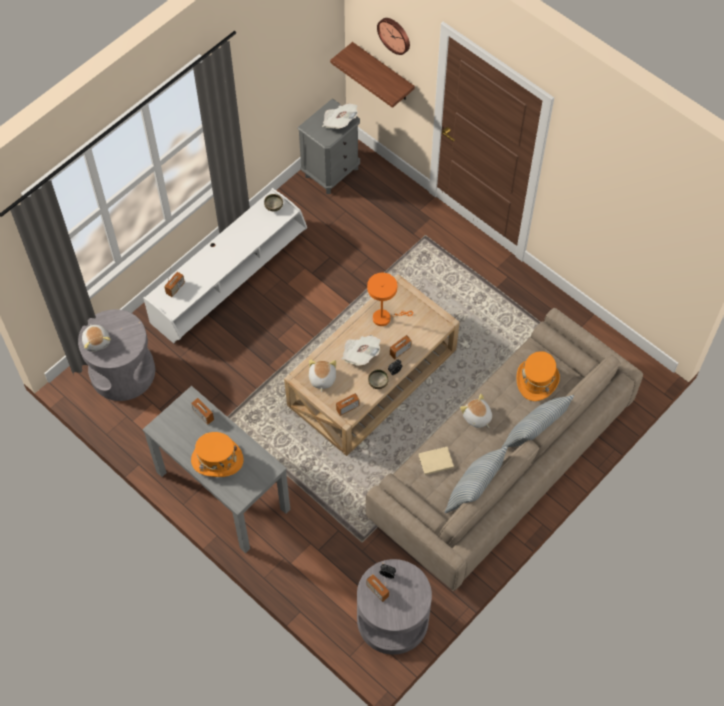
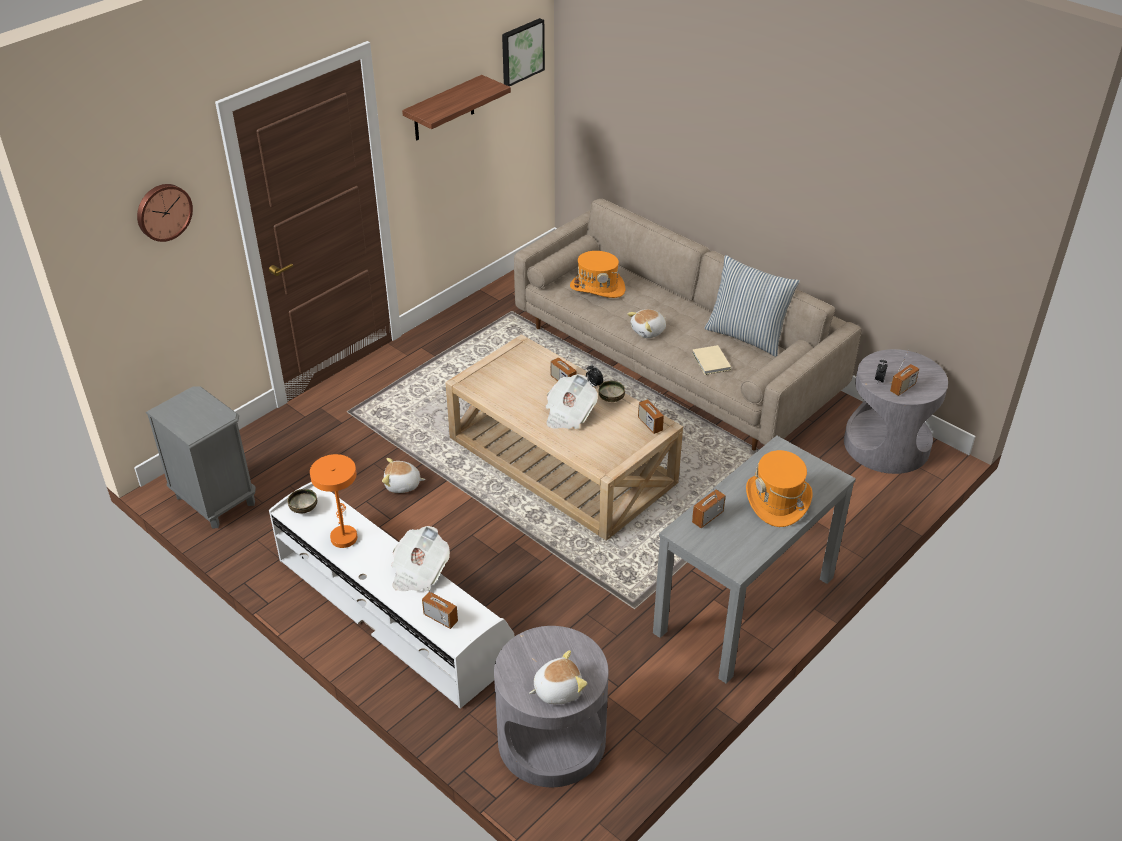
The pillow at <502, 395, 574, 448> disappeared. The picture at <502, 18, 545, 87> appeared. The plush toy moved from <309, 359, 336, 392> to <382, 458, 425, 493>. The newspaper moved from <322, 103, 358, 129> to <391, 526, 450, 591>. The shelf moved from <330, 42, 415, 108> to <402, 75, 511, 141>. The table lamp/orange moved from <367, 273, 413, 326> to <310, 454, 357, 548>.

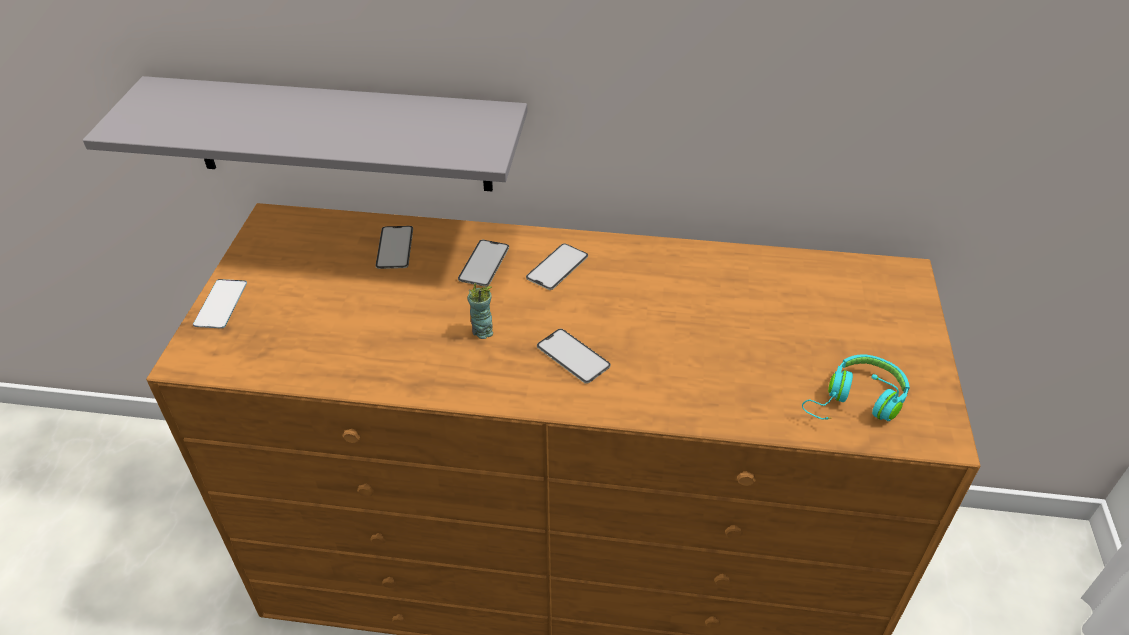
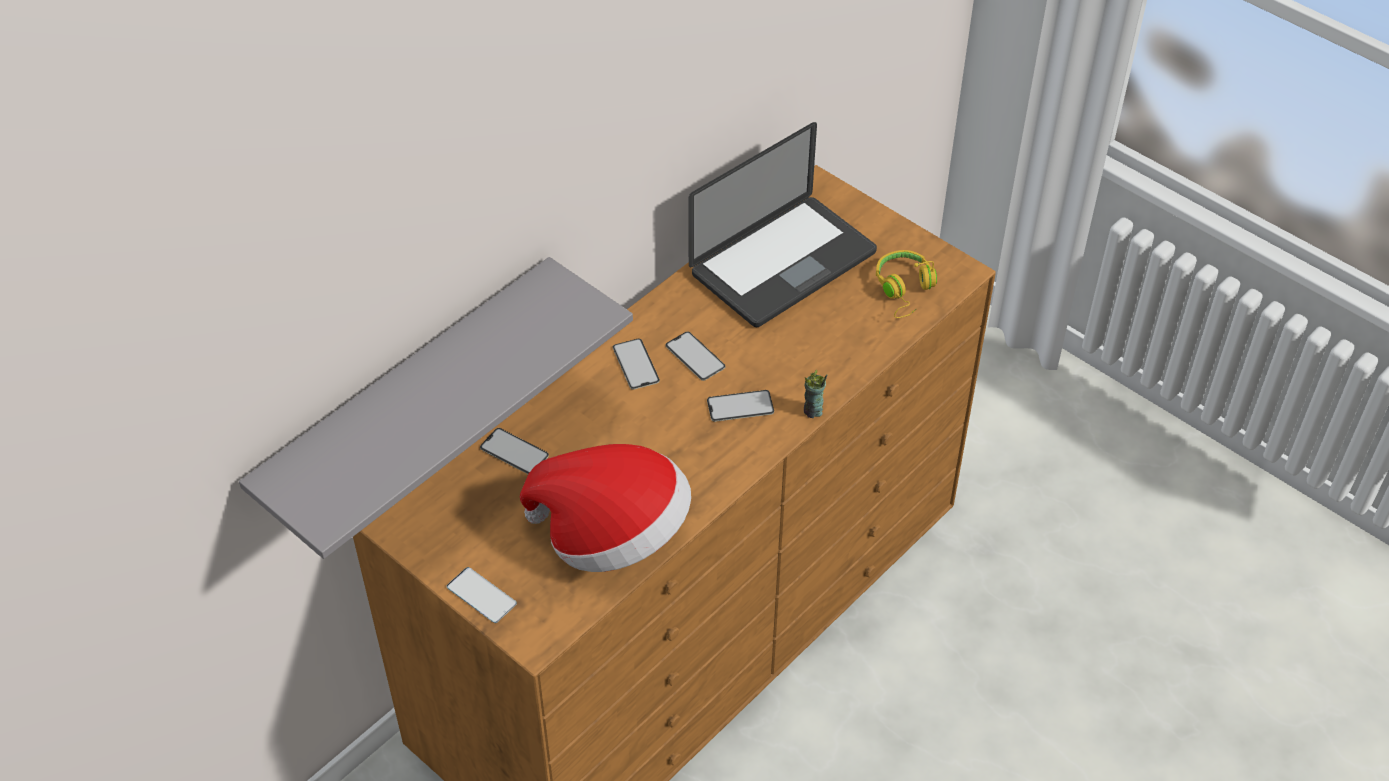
The hat at <520, 444, 691, 572> appeared. The laptop at <688, 122, 877, 327> appeared. The phone moved from <458, 240, 509, 287> to <666, 331, 725, 381>. The cup moved from <467, 283, 493, 339> to <804, 370, 827, 418>. The headphones/turquoise at <802, 354, 910, 421> became the headphones/yellow at <876, 250, 937, 318>.

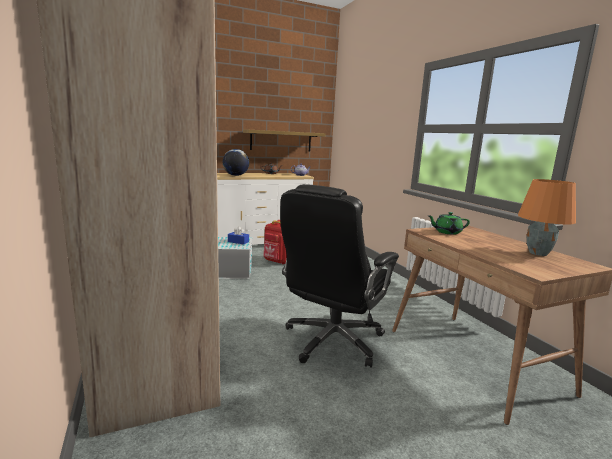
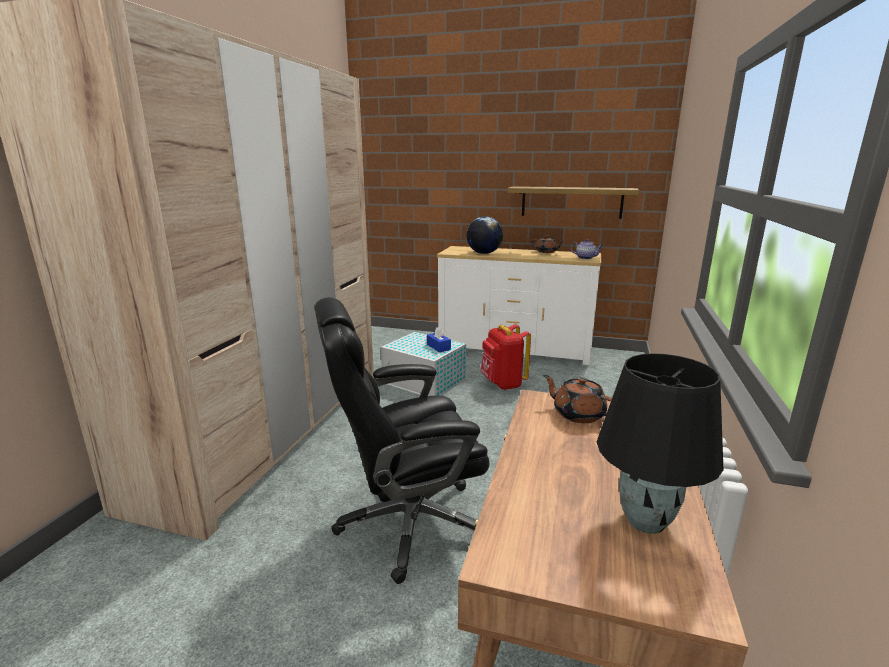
The teapot/green at <427, 212, 470, 235> became the teapot/brown at <543, 375, 612, 423>. The table lamp/orange at <518, 179, 576, 256> became the table lamp/black at <597, 353, 723, 534>.

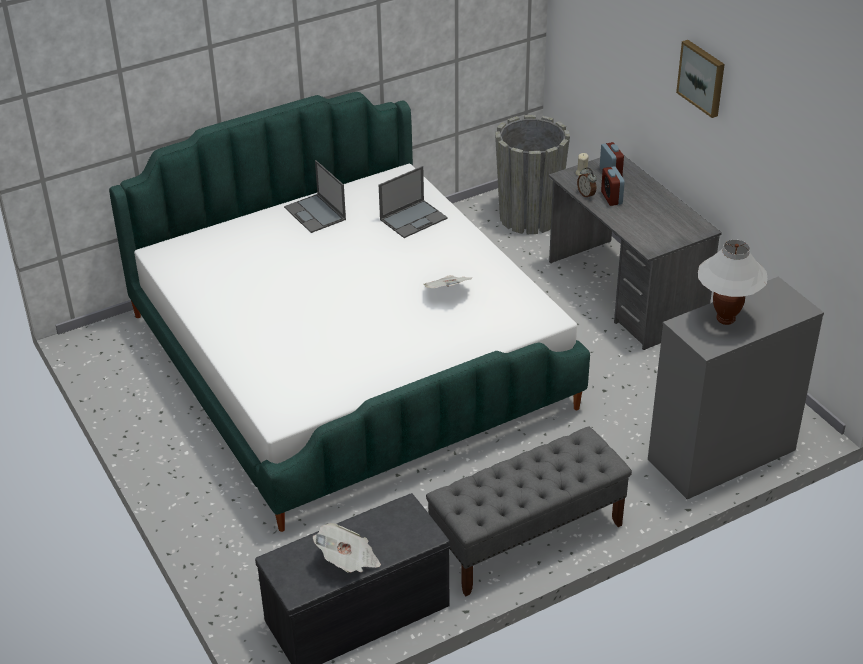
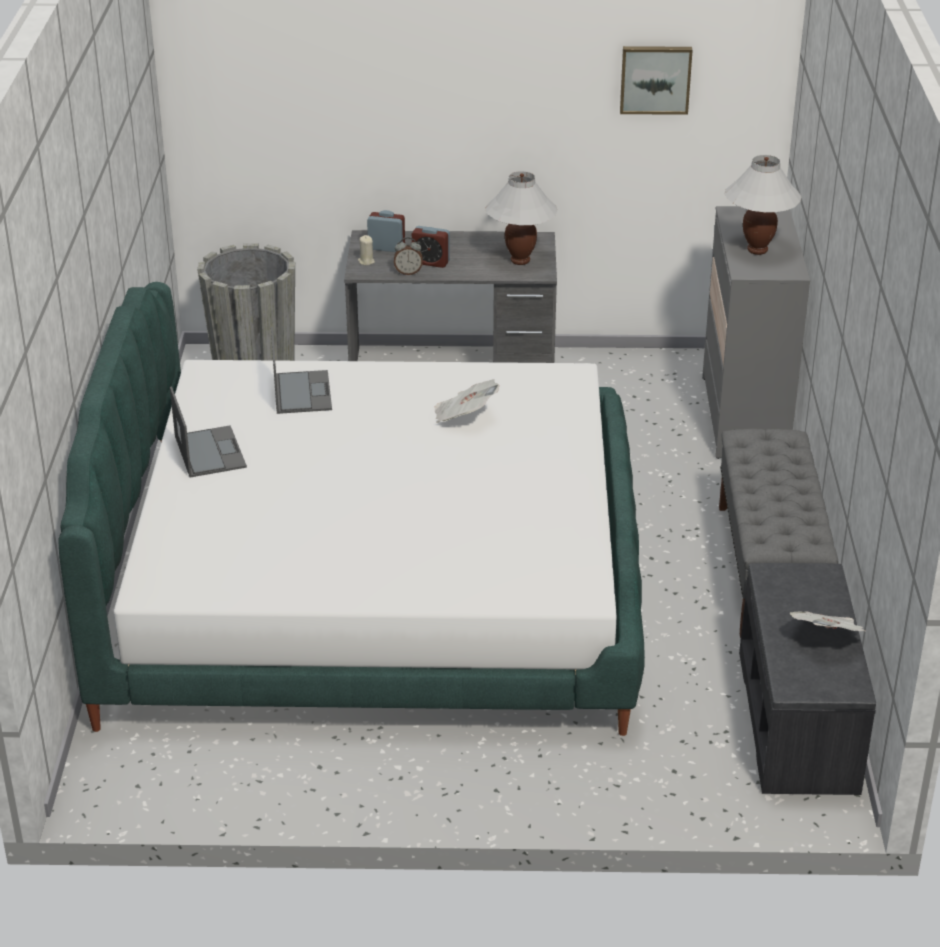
The table lamp/white at <485, 171, 557, 265> appeared. The picture moved from <676, 40, 725, 118> to <620, 46, 693, 115>. The laptop at <284, 160, 346, 233> turned 105 degrees counterclockwise.

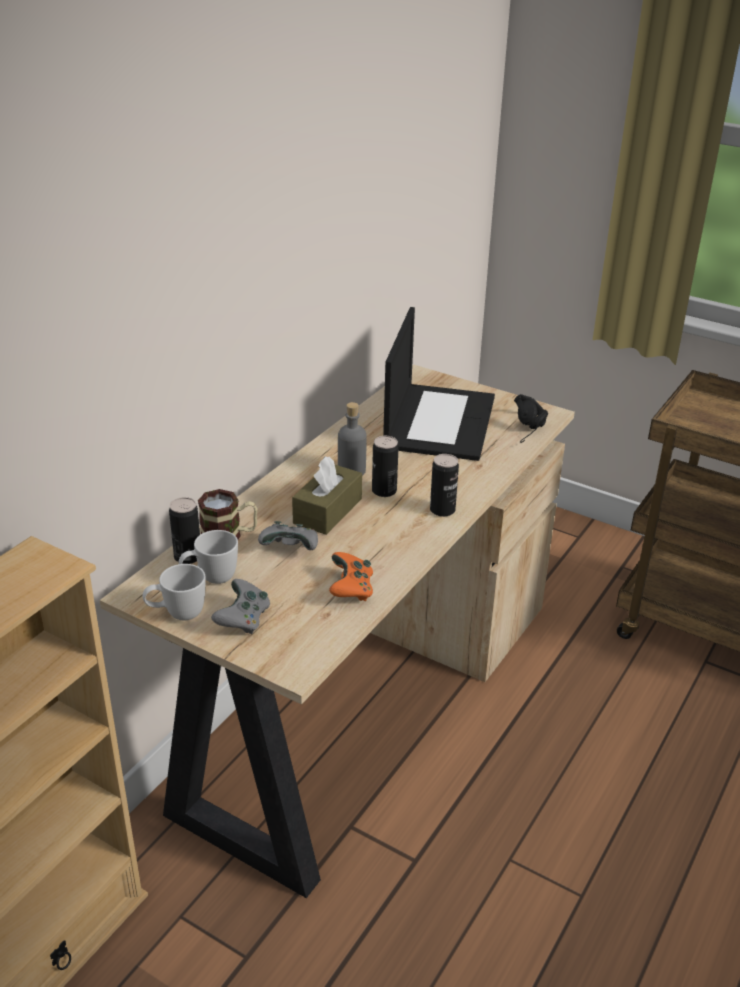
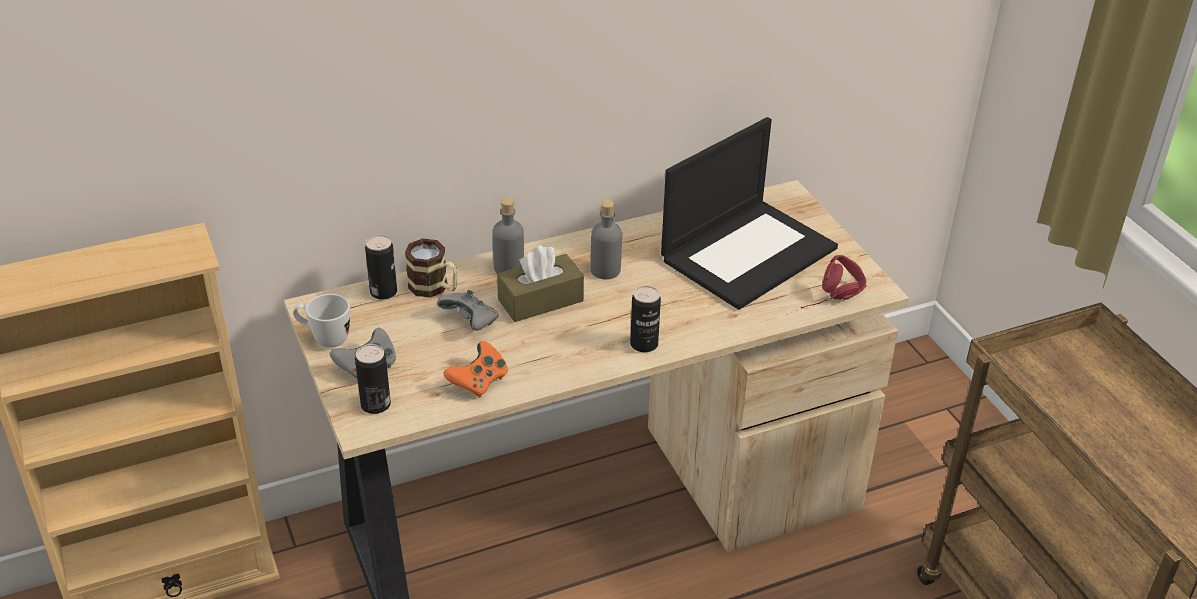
The mug/white at <179, 530, 238, 584> disappeared. The bottle/grey at <493, 198, 524, 273> appeared. The can moved from <372, 436, 399, 497> to <355, 344, 391, 414>. The headphones/black at <514, 394, 548, 443> became the headphones/red at <801, 255, 867, 308>.

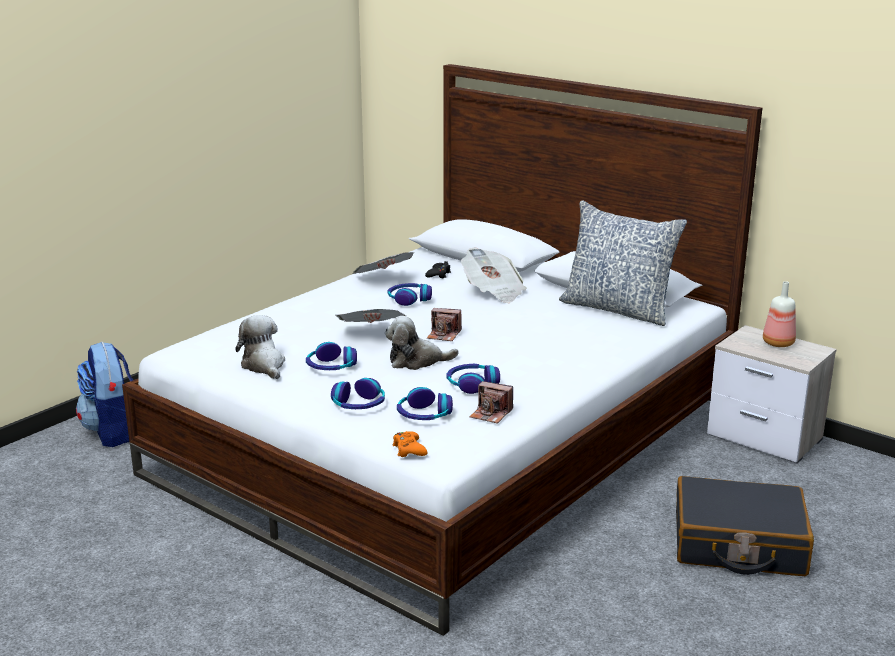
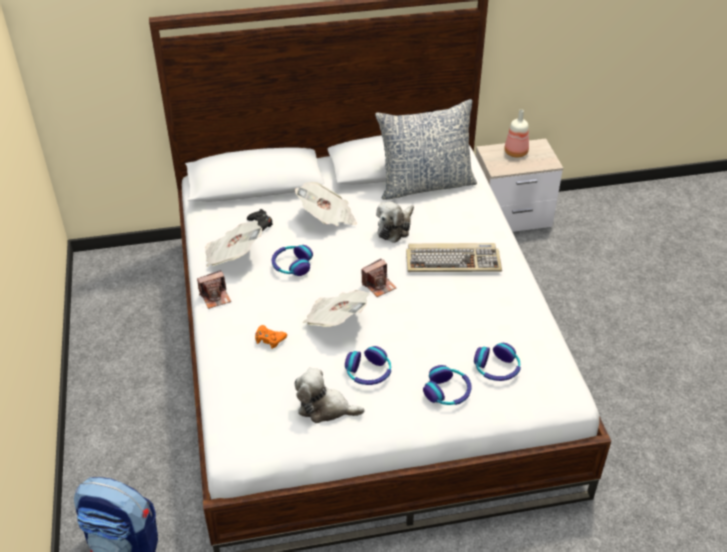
The headphones at <447, 364, 500, 394> disappeared. The suitcase/black at <676, 476, 814, 576> disappeared. The keyboard at <406, 243, 502, 272> appeared. The plush toy moved from <385, 316, 459, 370> to <376, 202, 414, 243>. The game controller/orange moved from <392, 431, 428, 457> to <255, 325, 287, 349>. The photo camera moved from <470, 381, 513, 423> to <197, 270, 231, 309>.

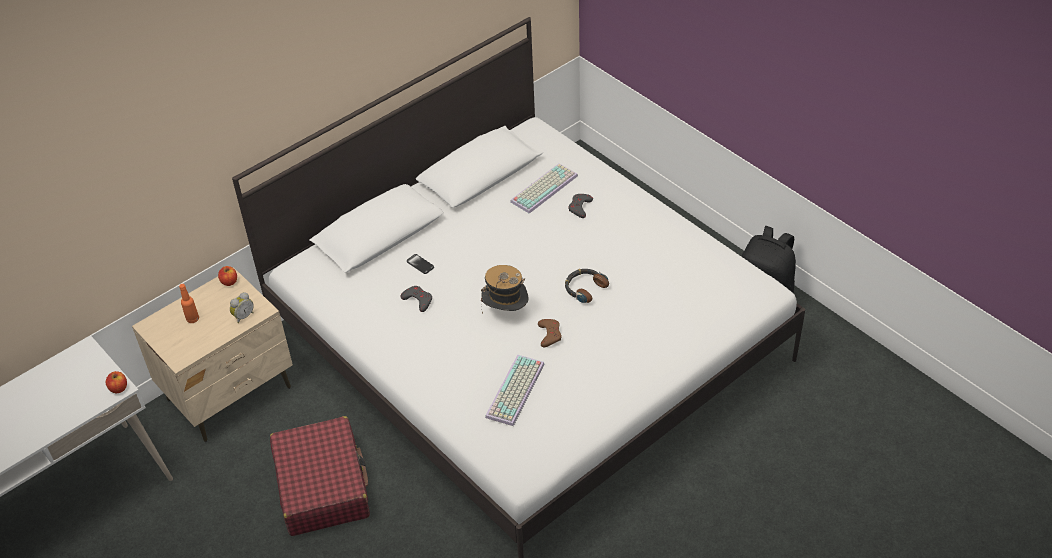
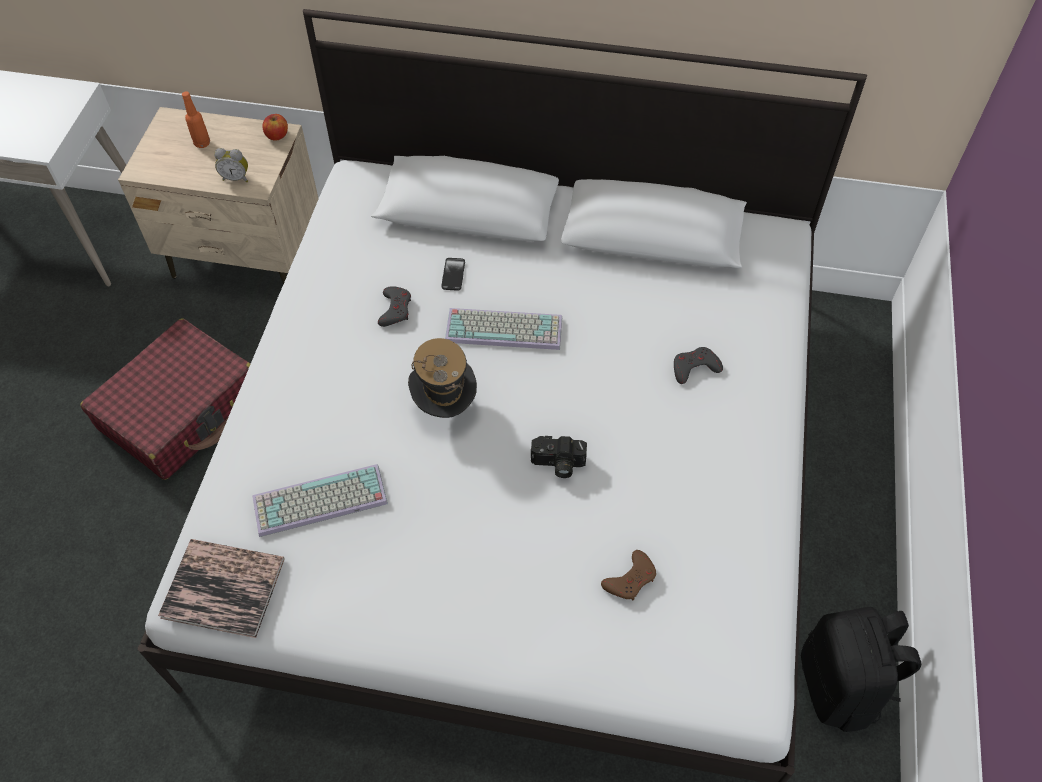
The apple at <106, 371, 127, 393> disappeared. The book at <158, 539, 284, 638> appeared. The keyboard moved from <510, 163, 578, 214> to <445, 308, 562, 350>. The game controller/brown moved from <538, 319, 561, 347> to <601, 550, 656, 600>. The headphones at <565, 269, 609, 303> was replaced by the photo camera at <531, 436, 587, 478>.

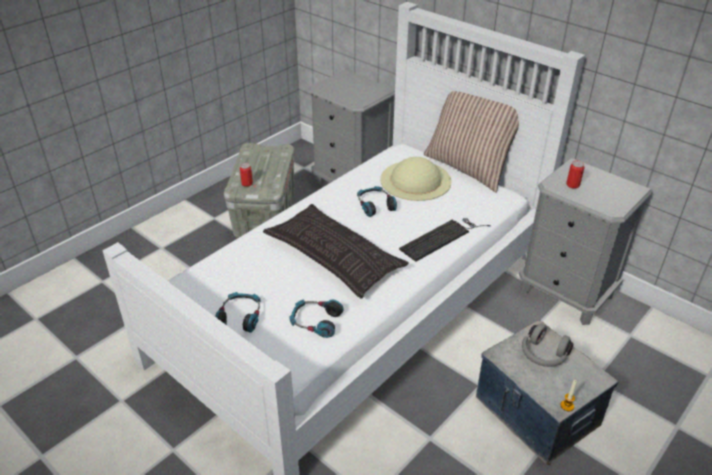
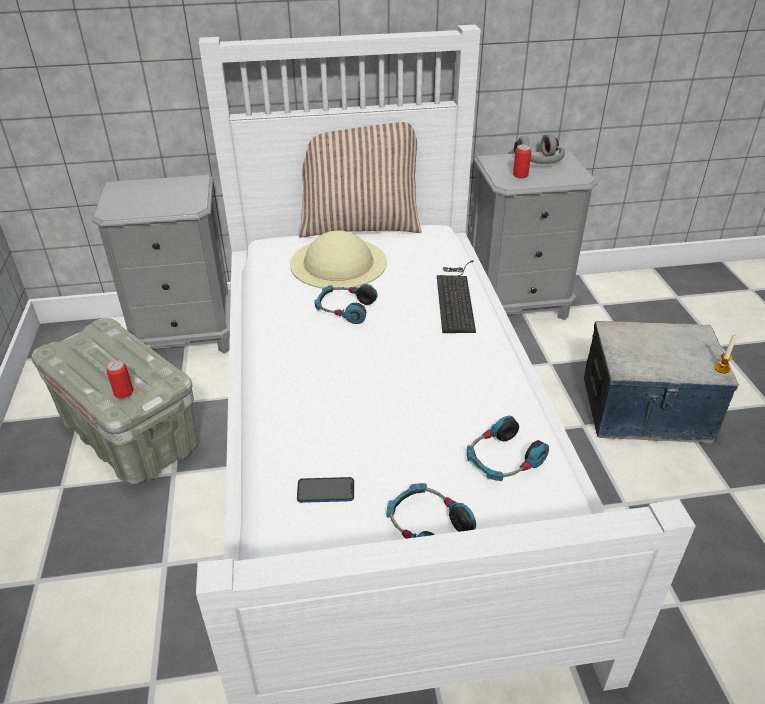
The pillow at <263, 204, 409, 299> disappeared. The phone at <297, 477, 354, 503> appeared. The headphones/grey moved from <522, 324, 573, 367> to <514, 134, 565, 164>.

